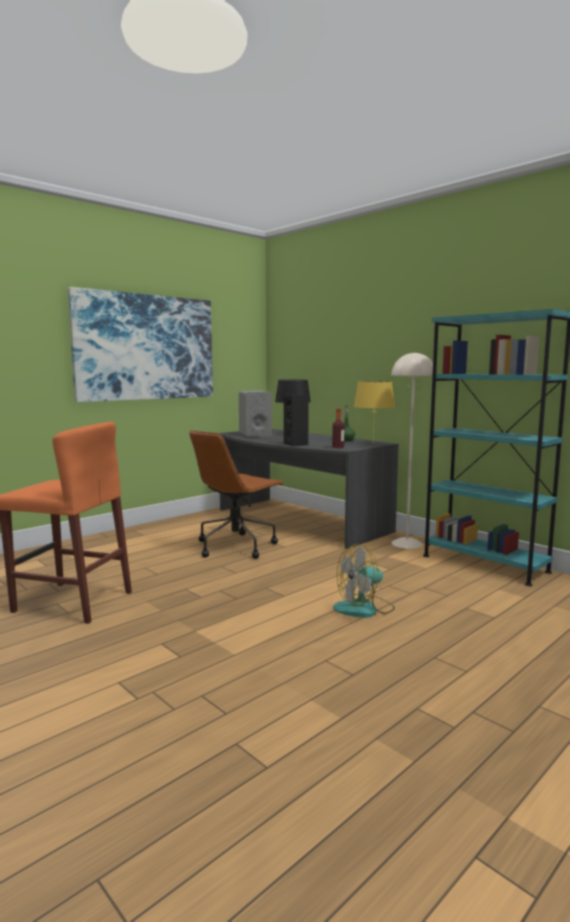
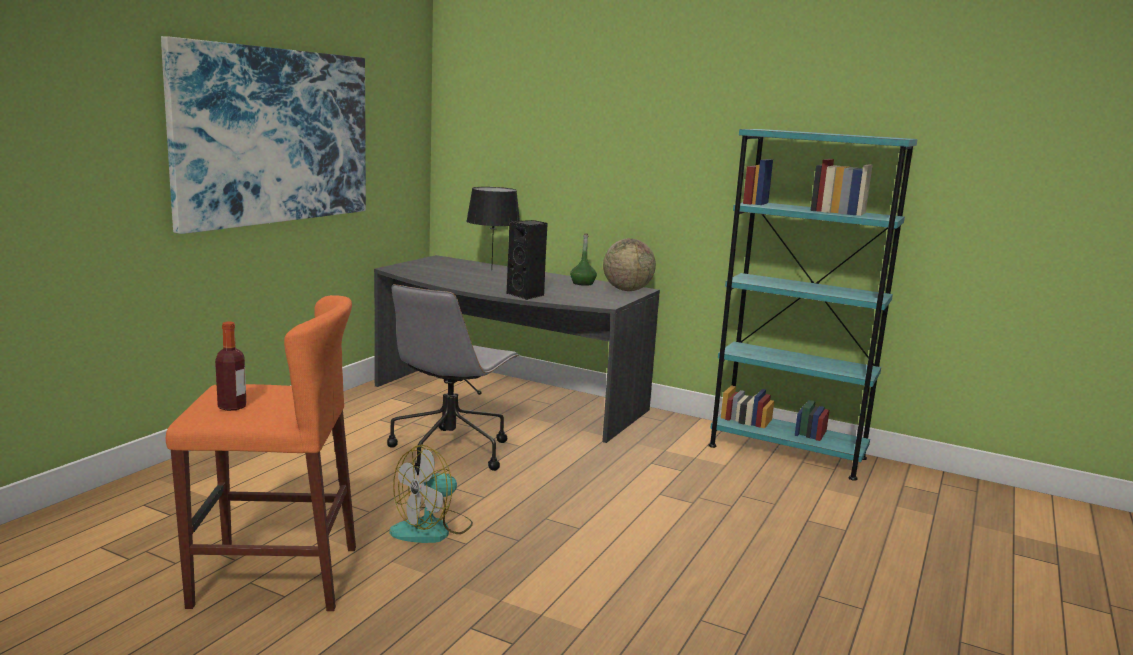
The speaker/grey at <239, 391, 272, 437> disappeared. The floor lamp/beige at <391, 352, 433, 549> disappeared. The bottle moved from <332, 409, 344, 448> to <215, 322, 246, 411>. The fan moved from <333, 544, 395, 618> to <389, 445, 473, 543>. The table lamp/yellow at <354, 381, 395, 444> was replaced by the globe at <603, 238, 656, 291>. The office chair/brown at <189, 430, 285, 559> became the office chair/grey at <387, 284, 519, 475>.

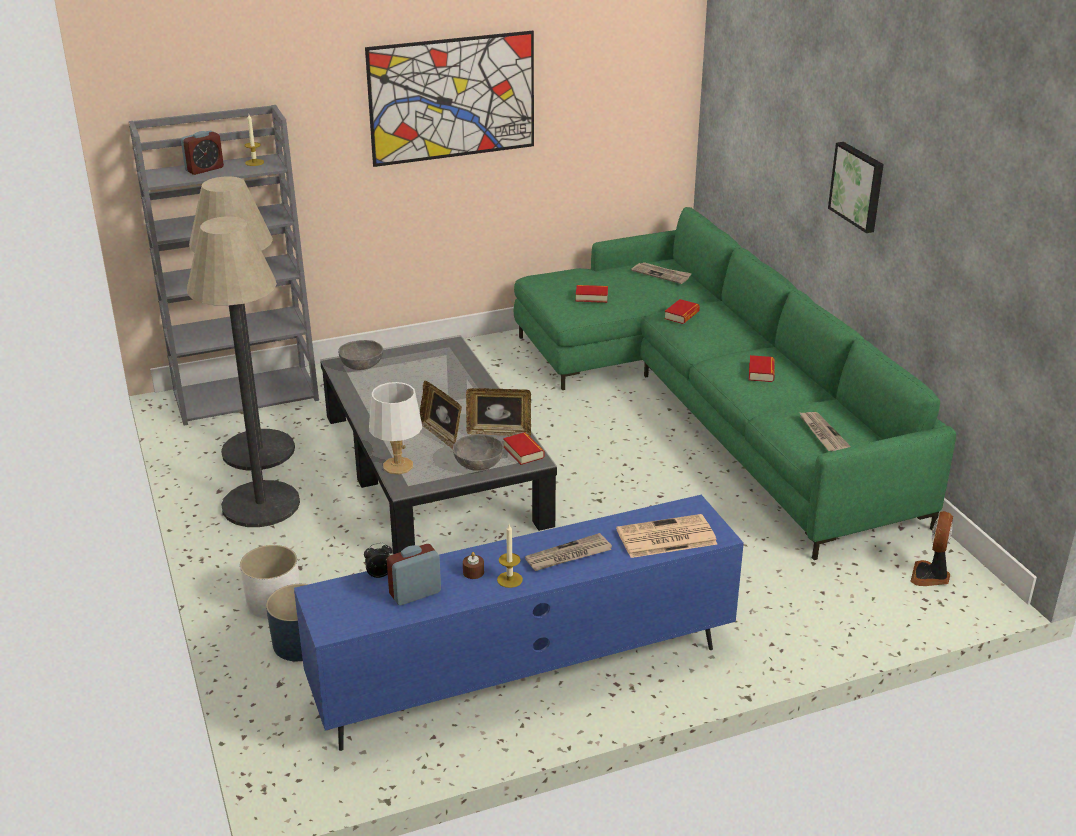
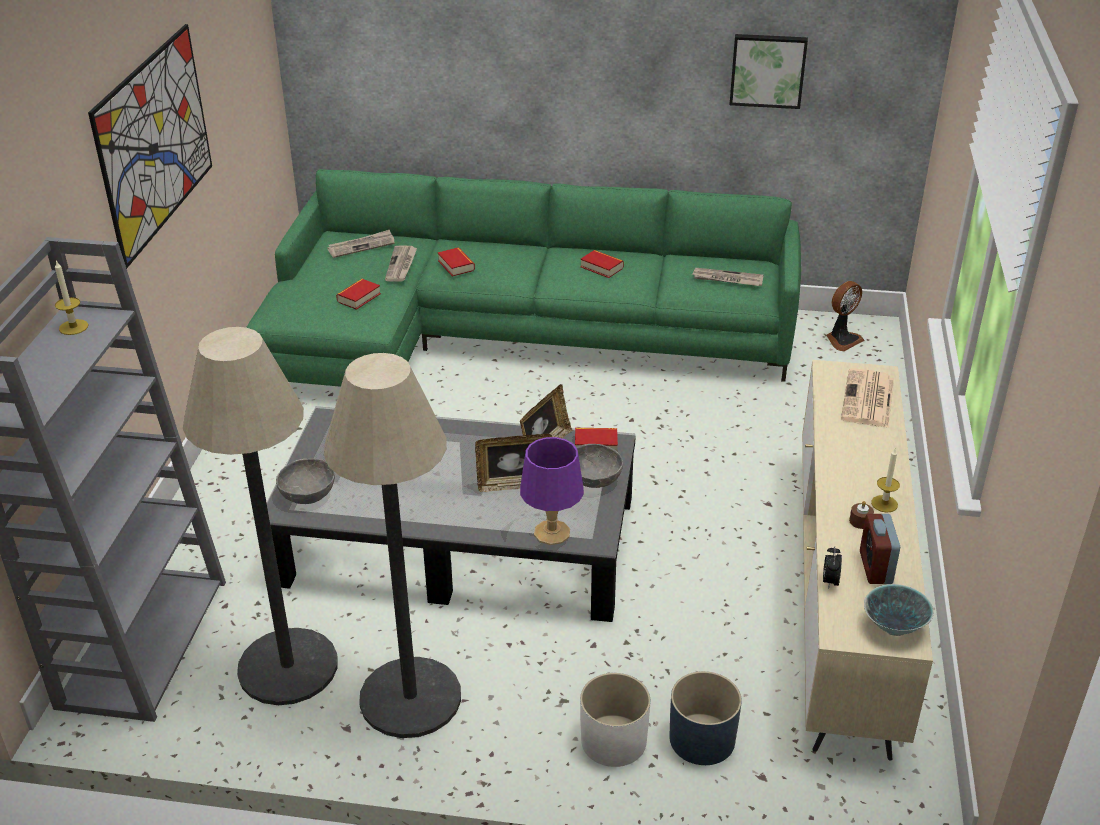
The alarm clock at <181, 131, 224, 175> disappeared. The bowl at <864, 584, 934, 636> appeared. The newspaper moved from <525, 533, 612, 571> to <385, 245, 417, 282>. The picture moved from <828, 142, 884, 233> to <729, 34, 808, 109>. The tv stand/blue at <294, 495, 744, 751> became the tv stand/beige at <802, 360, 933, 760>. The table lamp/white at <369, 382, 422, 475> became the table lamp/purple at <520, 437, 584, 545>. The fan at <910, 511, 953, 586> turned 90 degrees counterclockwise.

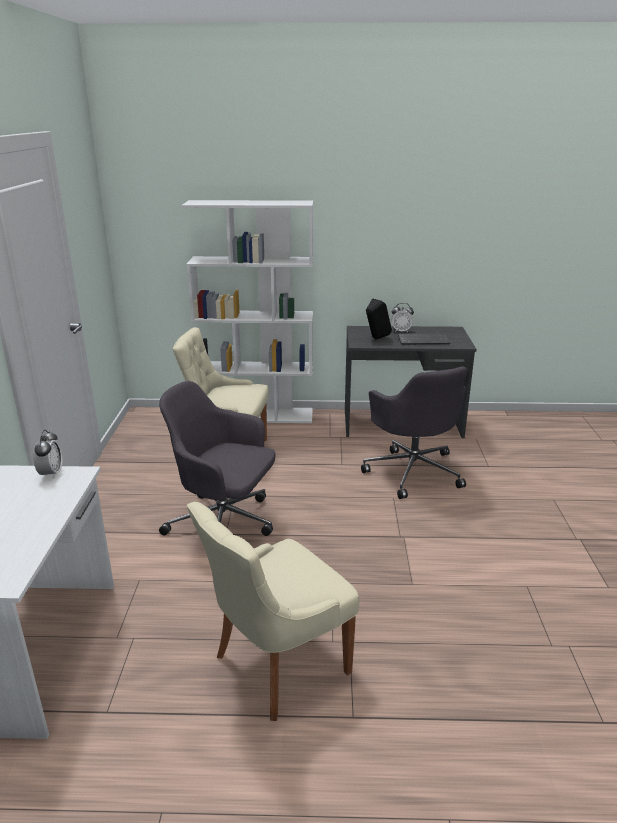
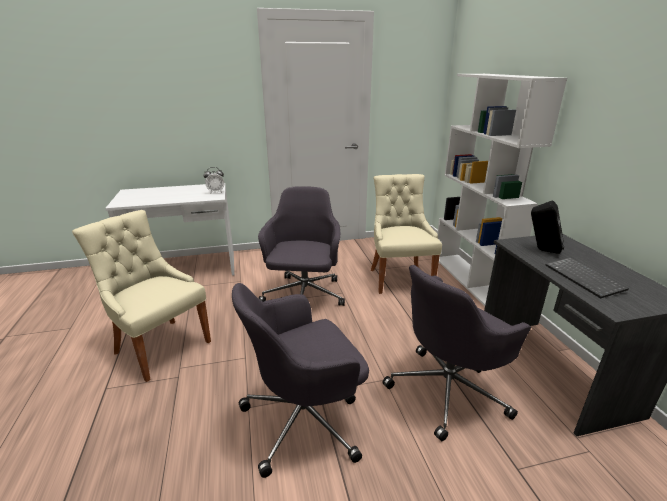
The alarm clock at <392, 303, 414, 333> disappeared. The office chair/grey at <232, 283, 369, 478> appeared.

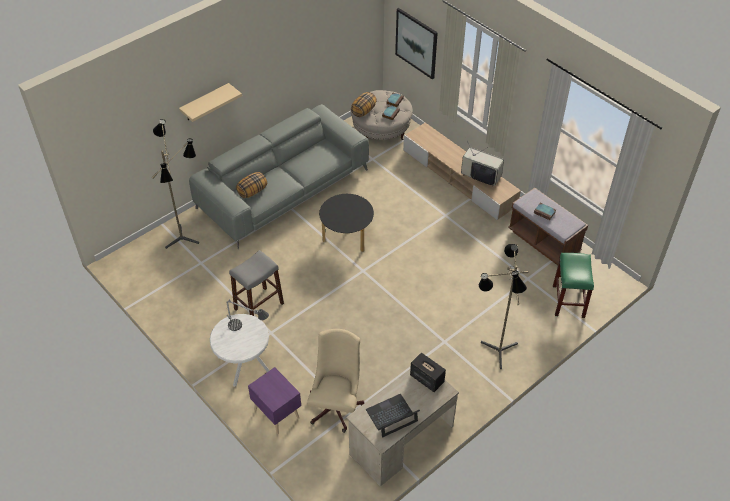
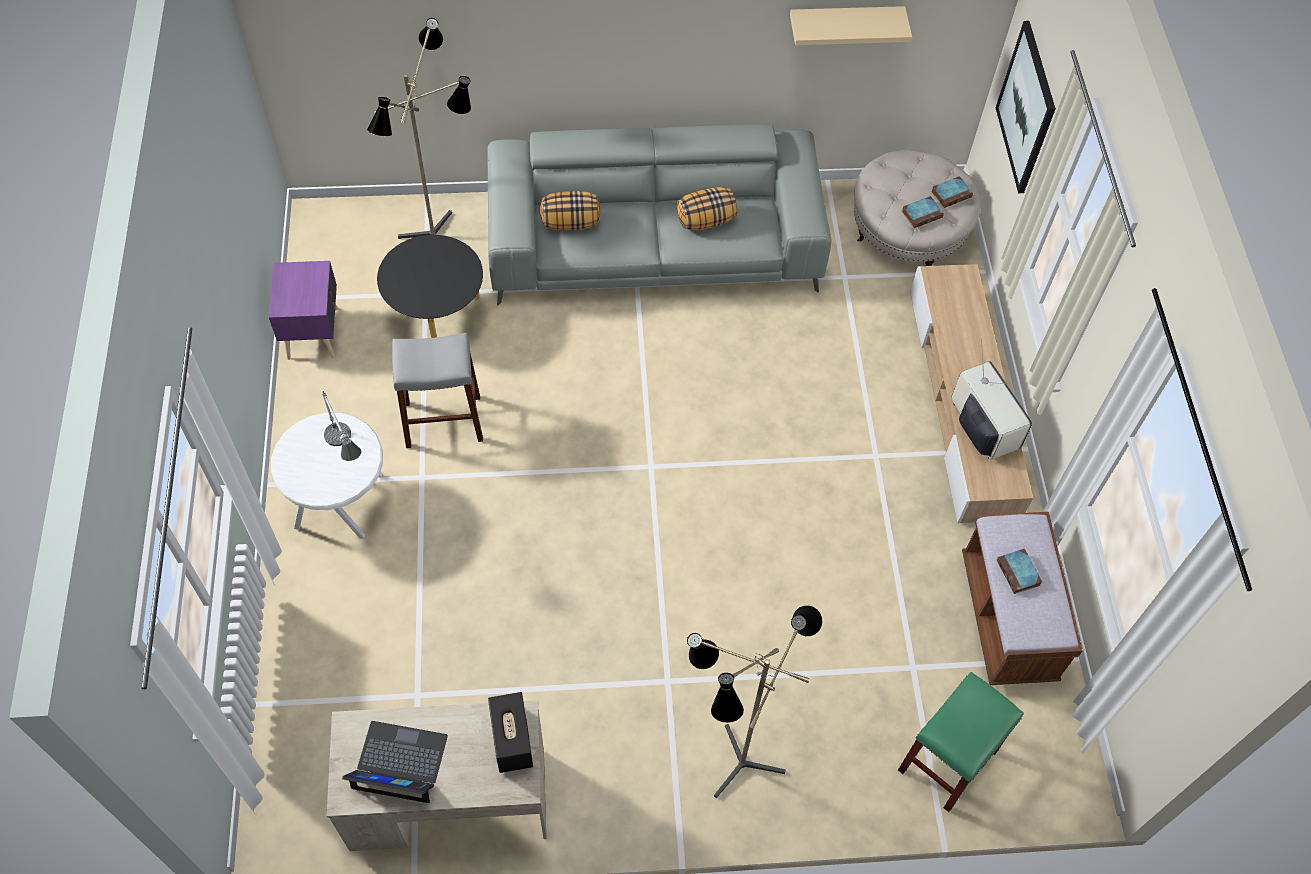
The office chair/beige at <307, 329, 364, 433> disappeared. The shelf/beige moved from <179, 83, 242, 122> to <790, 6, 912, 45>. The nightstand/purple moved from <248, 367, 301, 434> to <269, 261, 338, 360>. The coffee table/black moved from <319, 194, 374, 252> to <377, 235, 483, 338>. The pillow moved from <351, 92, 377, 117> to <677, 187, 737, 230>.

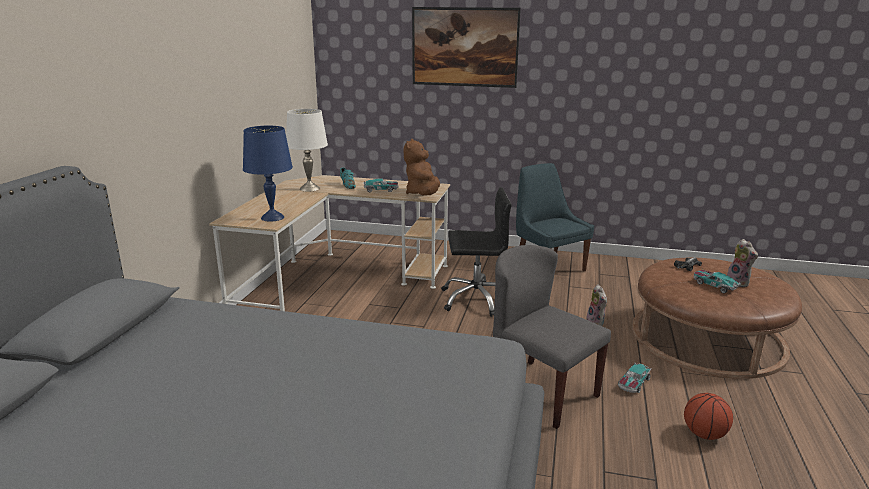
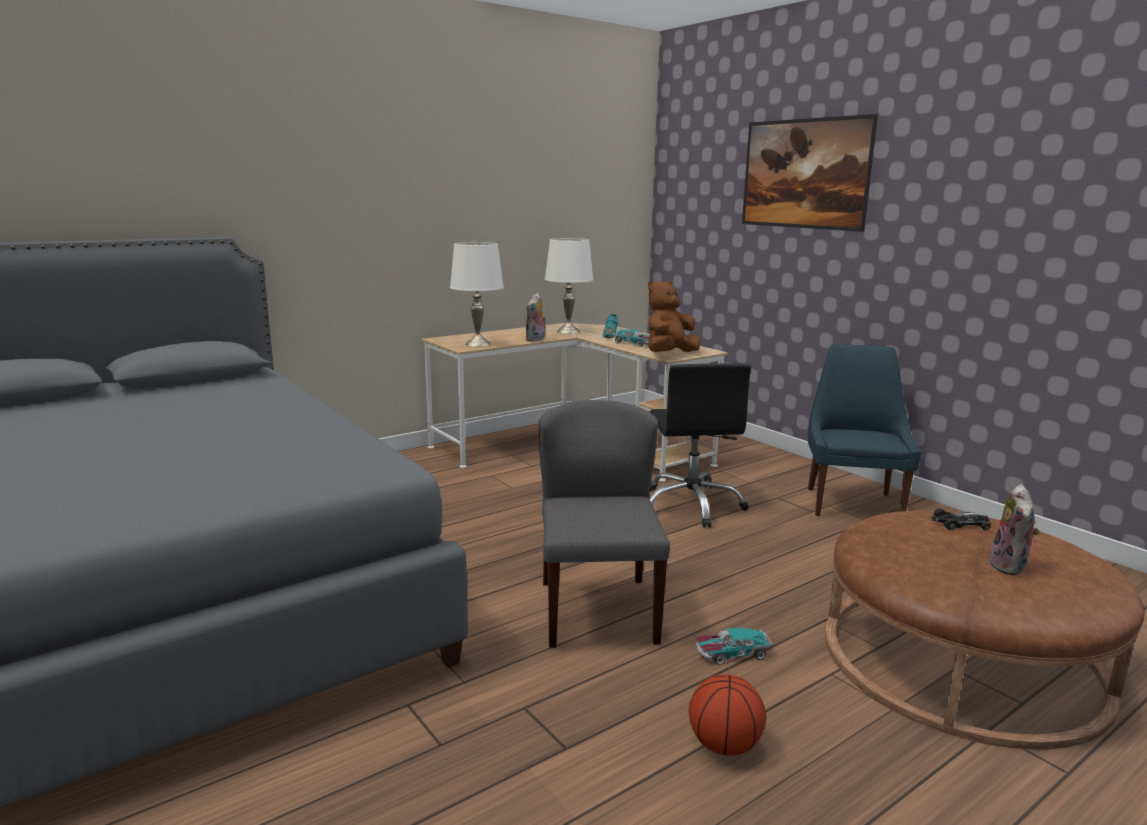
The toy car at <693, 270, 741, 293> disappeared. The plush toy moved from <586, 284, 607, 326> to <526, 293, 546, 342>. The table lamp/blue at <243, 126, 293, 222> became the table lamp/white at <450, 242, 504, 347>. The office chair/black at <441, 187, 512, 317> turned 45 degrees clockwise.

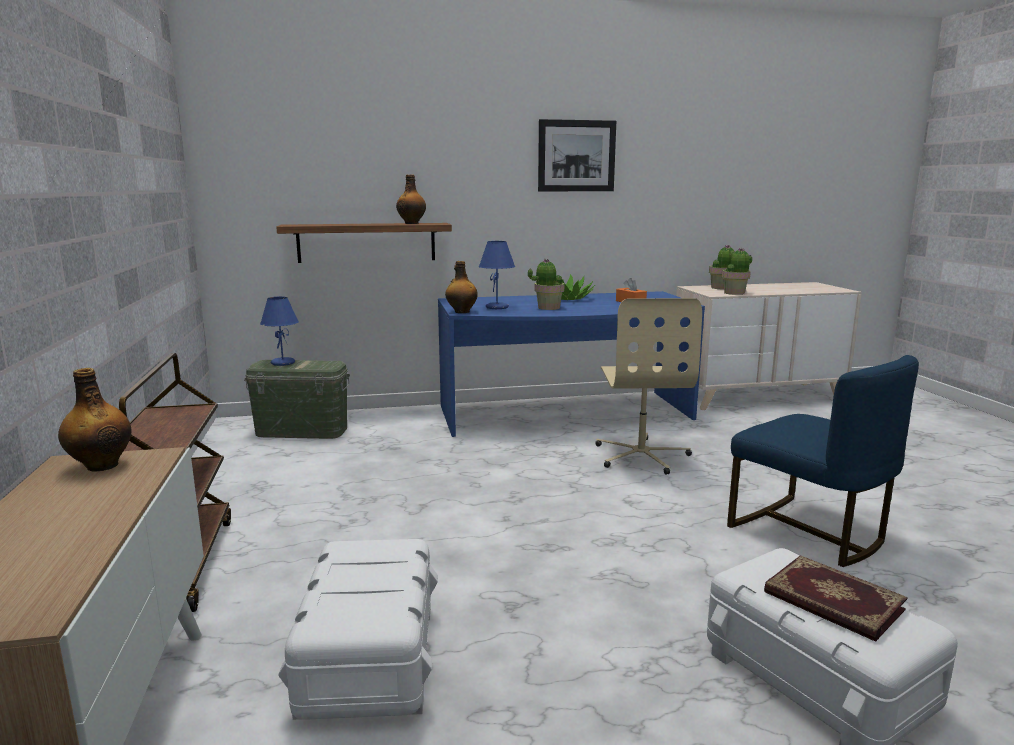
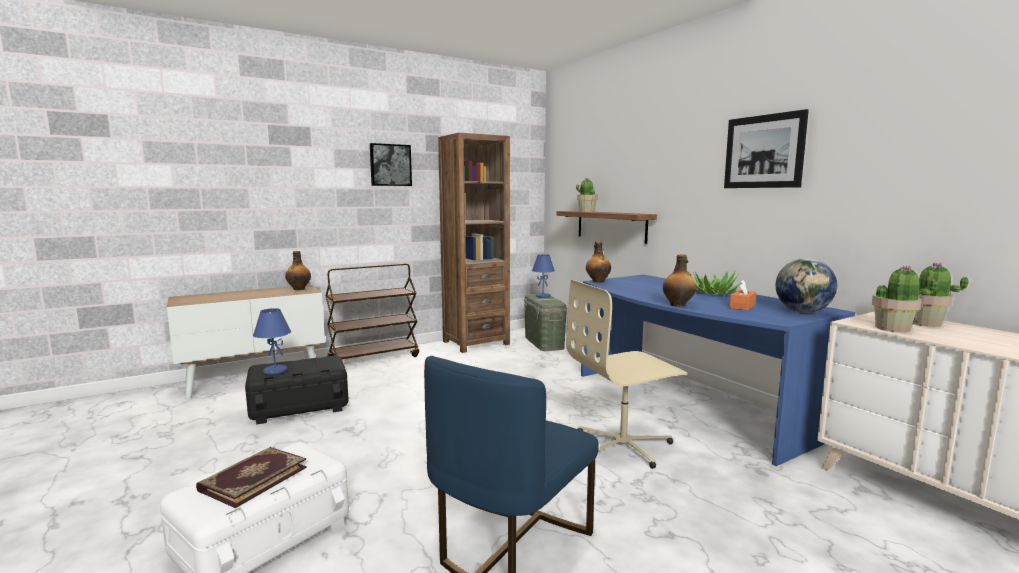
The picture at <370, 143, 412, 186> appeared. The bookcase/brown at <438, 133, 510, 353> appeared. The globe at <776, 258, 837, 313> appeared. The bottle moved from <396, 175, 426, 224> to <663, 254, 696, 307>. The table lamp/blue moved from <479, 241, 515, 309> to <253, 308, 291, 375>. The potted plant moved from <528, 258, 564, 310> to <576, 178, 598, 212>. The storage box/white at <278, 539, 438, 720> became the storage box/black at <245, 356, 348, 425>.

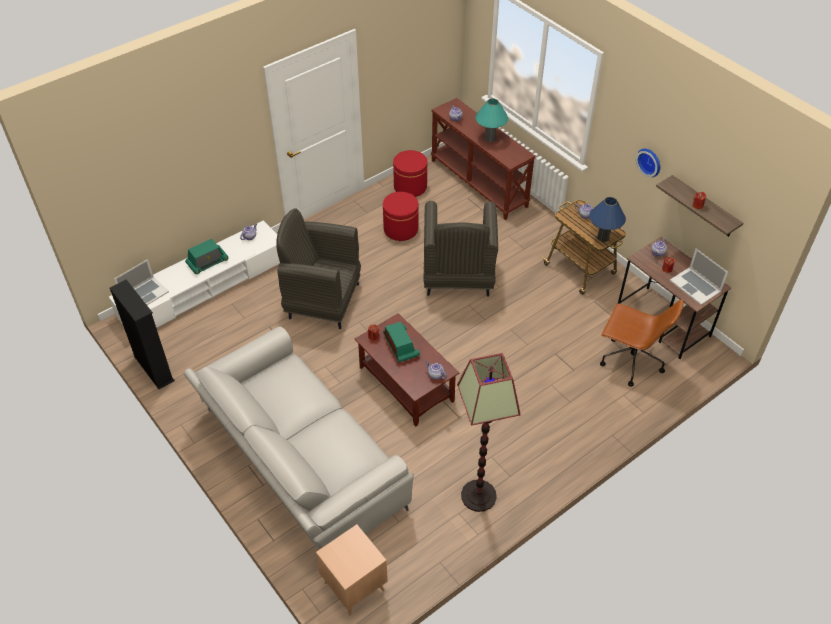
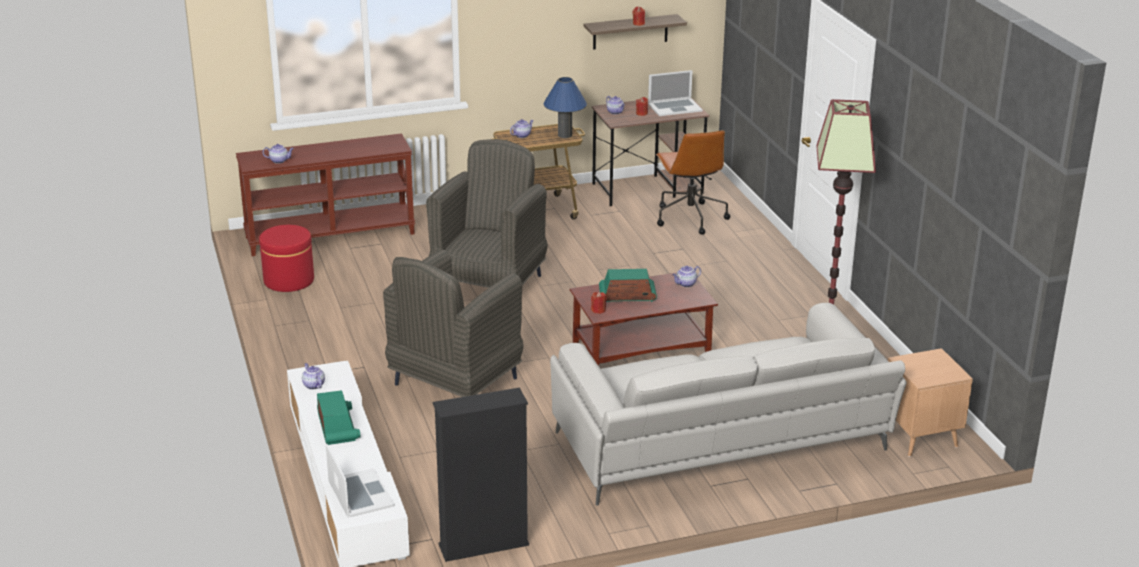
The ottoman/red at <383, 192, 419, 241> disappeared. The table lamp/turquoise at <475, 98, 508, 142> disappeared. The wall clock at <636, 149, 660, 177> disappeared. The armchair/grey at <423, 201, 498, 297> turned 90 degrees counterclockwise. The office chair/brown at <600, 299, 684, 387> turned 120 degrees clockwise.

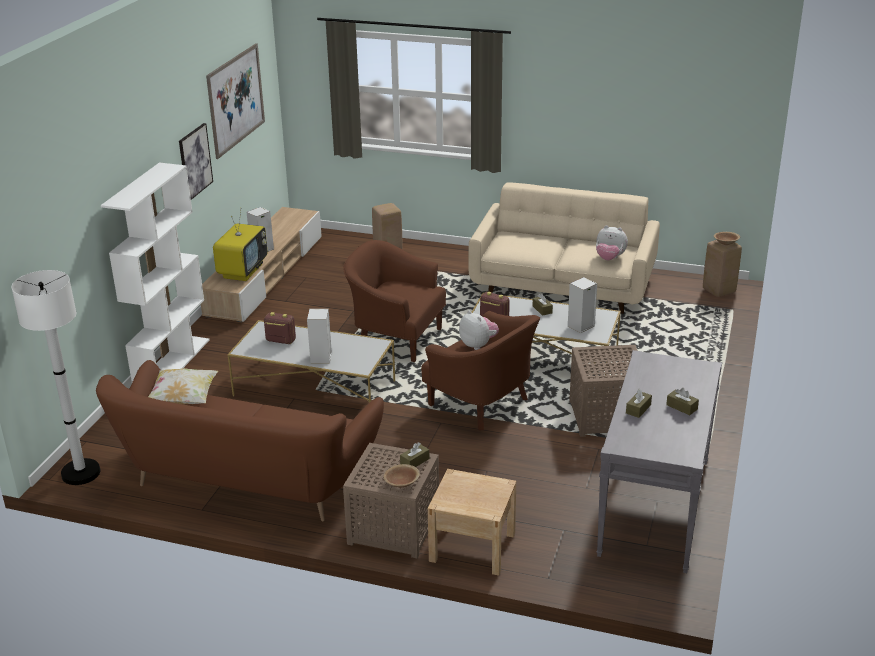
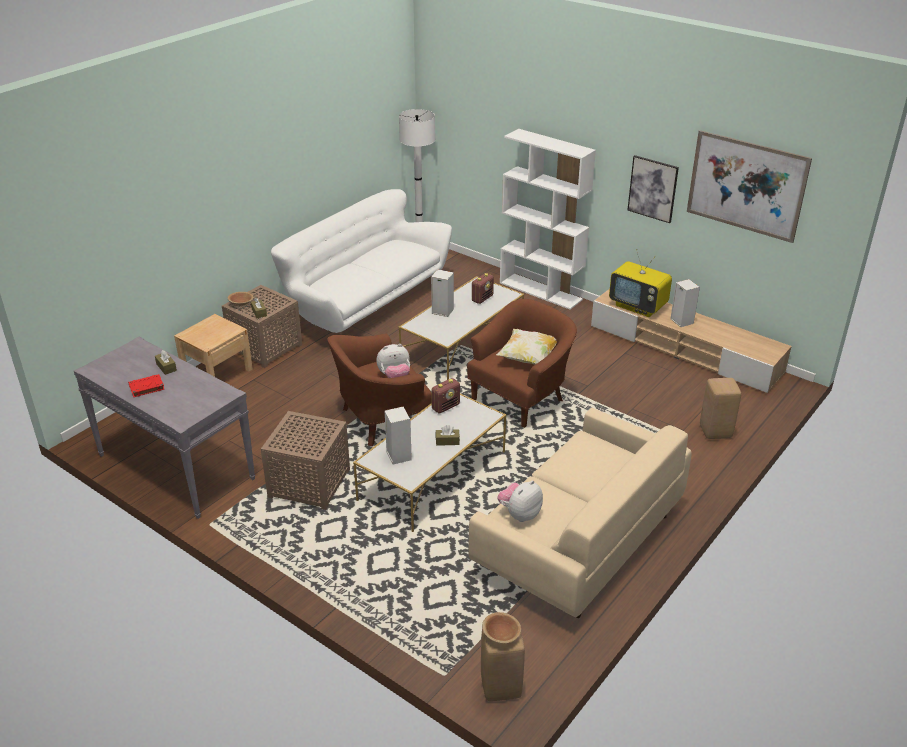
The pillow moved from <148, 368, 218, 404> to <496, 329, 557, 365>. The tissue box/brown at <666, 388, 699, 415> was replaced by the book/red at <128, 374, 165, 397>. The sofa/brown at <96, 360, 384, 521> became the sofa/white at <271, 189, 452, 335>.

